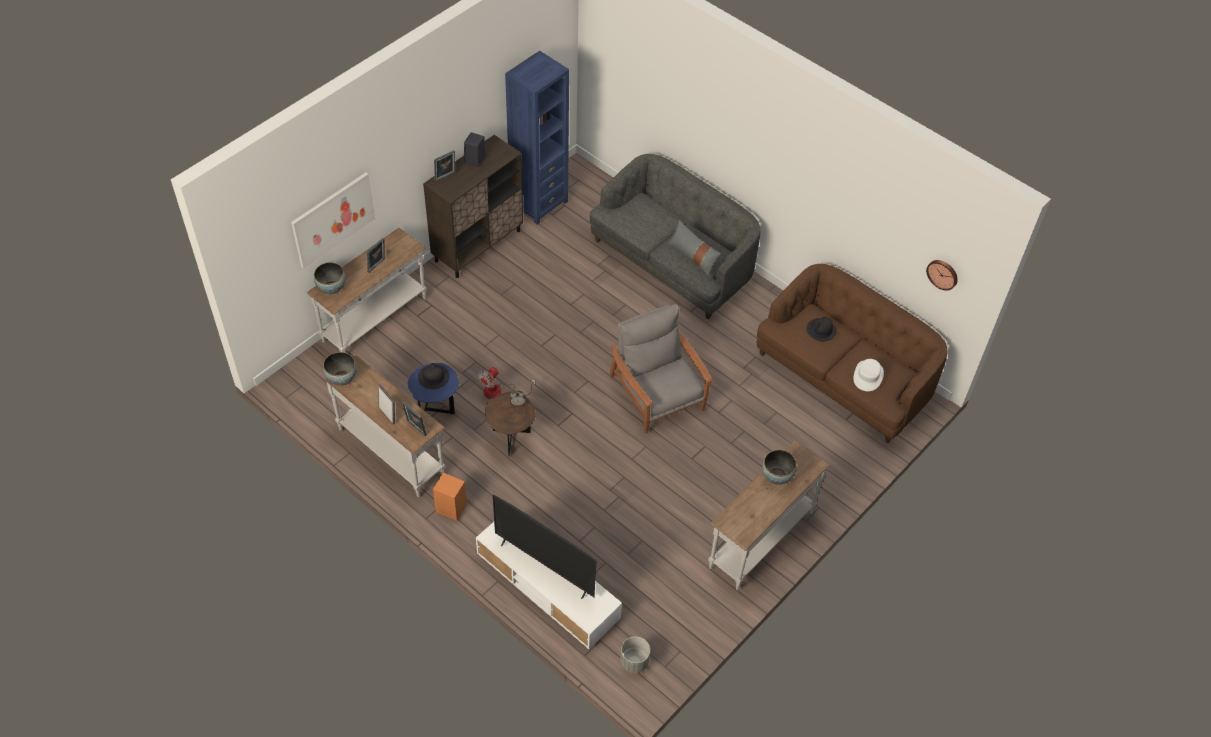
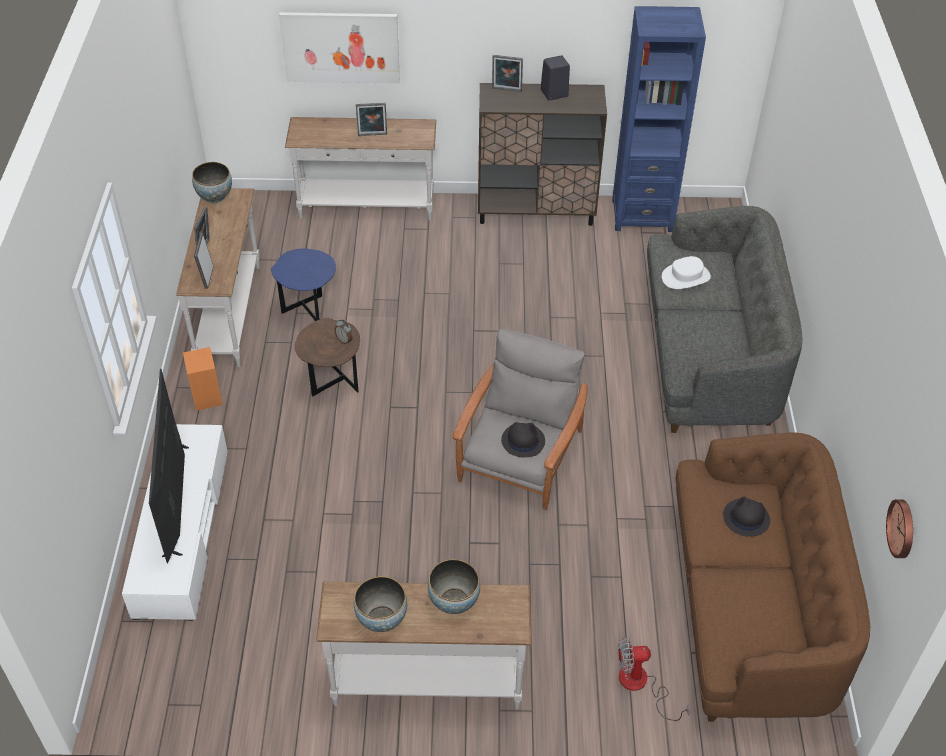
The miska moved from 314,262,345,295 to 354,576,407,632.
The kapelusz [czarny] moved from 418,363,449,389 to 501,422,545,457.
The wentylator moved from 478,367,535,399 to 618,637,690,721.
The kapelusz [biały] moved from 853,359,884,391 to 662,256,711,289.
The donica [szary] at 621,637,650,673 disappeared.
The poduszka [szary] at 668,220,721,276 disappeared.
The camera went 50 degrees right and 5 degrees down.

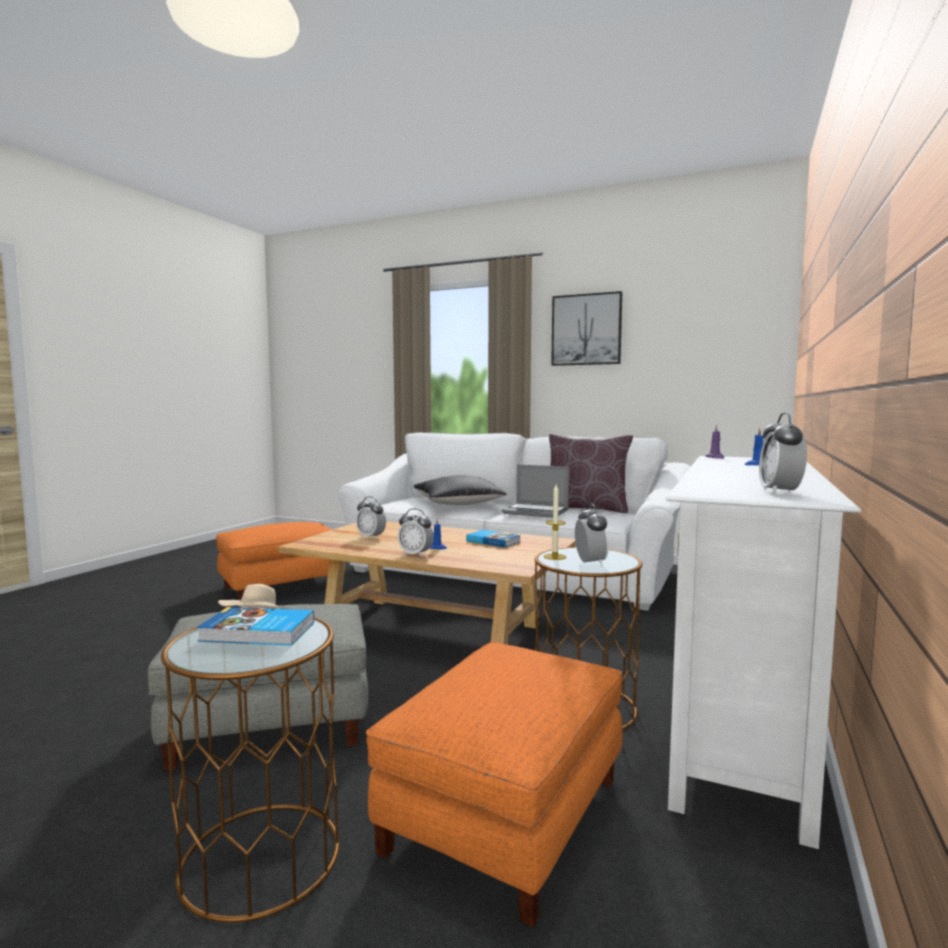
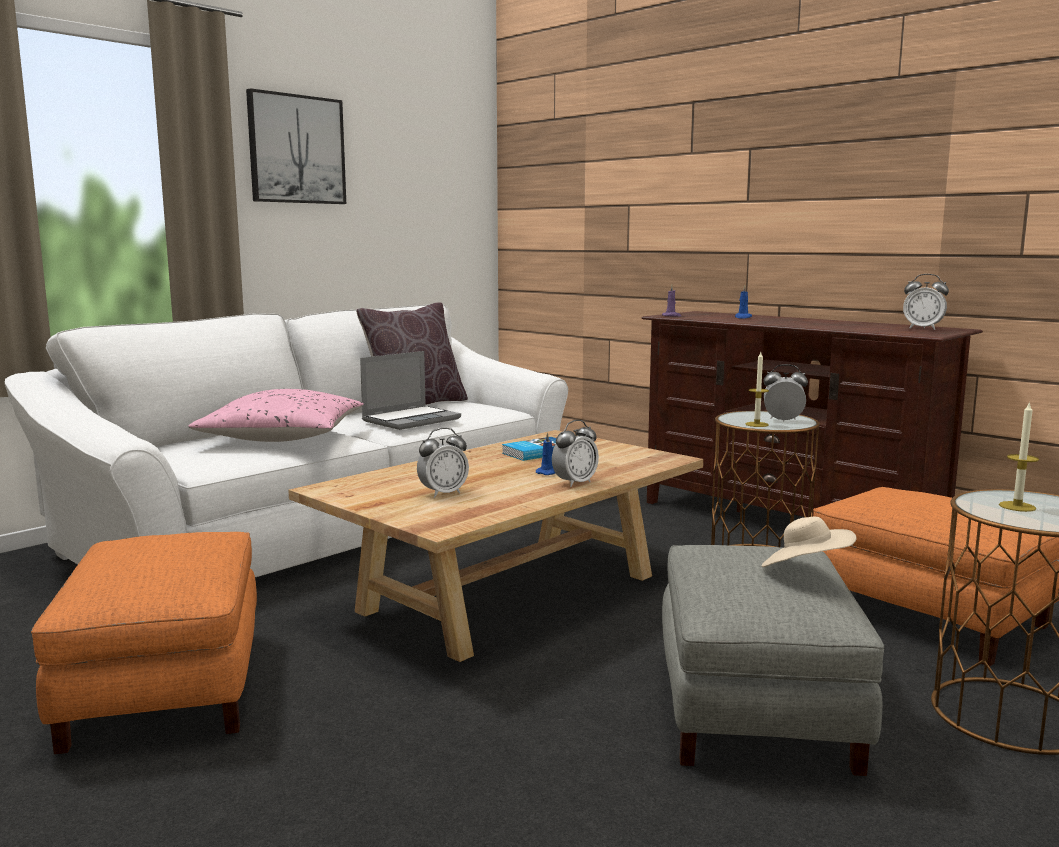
The poduszka [czarny] at 414,475,507,505 became the poduszka [różowy] at 189,389,364,442.
The szafka pod telewizor [biały] at 666,456,861,849 became the szafka pod telewizor [brązowy] at 641,311,983,517.
The książka at 197,607,314,646 was replaced by the świeca at 999,401,1039,512.
The camera went 70 degrees left and 5 degrees up.

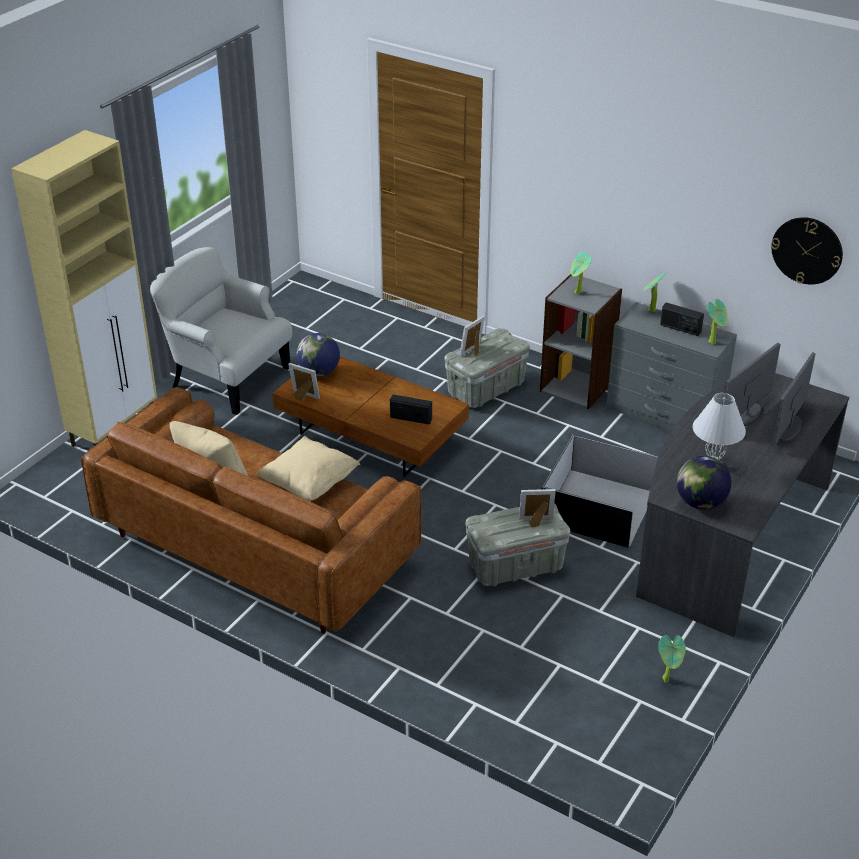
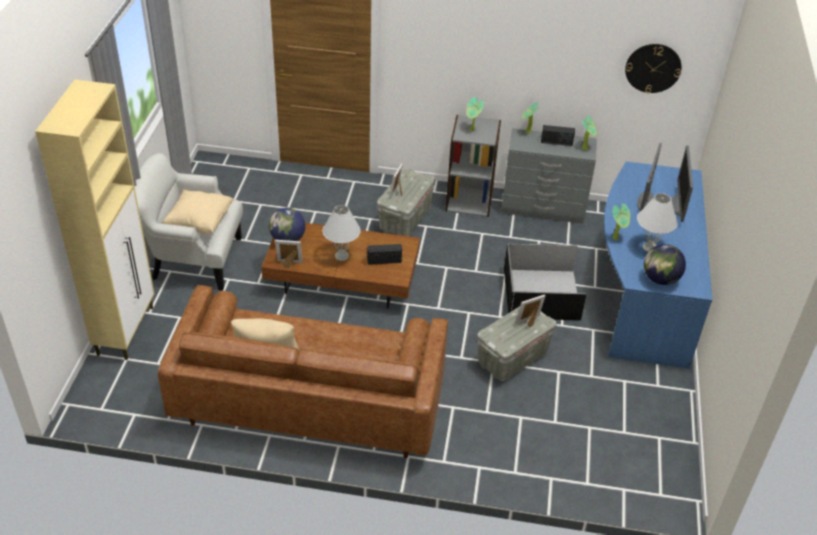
The poduszka [beżowy] moved from 257,436,360,501 to 162,189,234,234.
The lampa stołowa [biały] at 323,205,361,261 appeared.
The biurko [szary] at 636,373,849,637 became the biurko [niebieski] at 604,161,712,369.
The roślina doniczkowa moved from 658,635,686,683 to 612,203,630,241.
The camera went 25 degrees left and 5 degrees up.

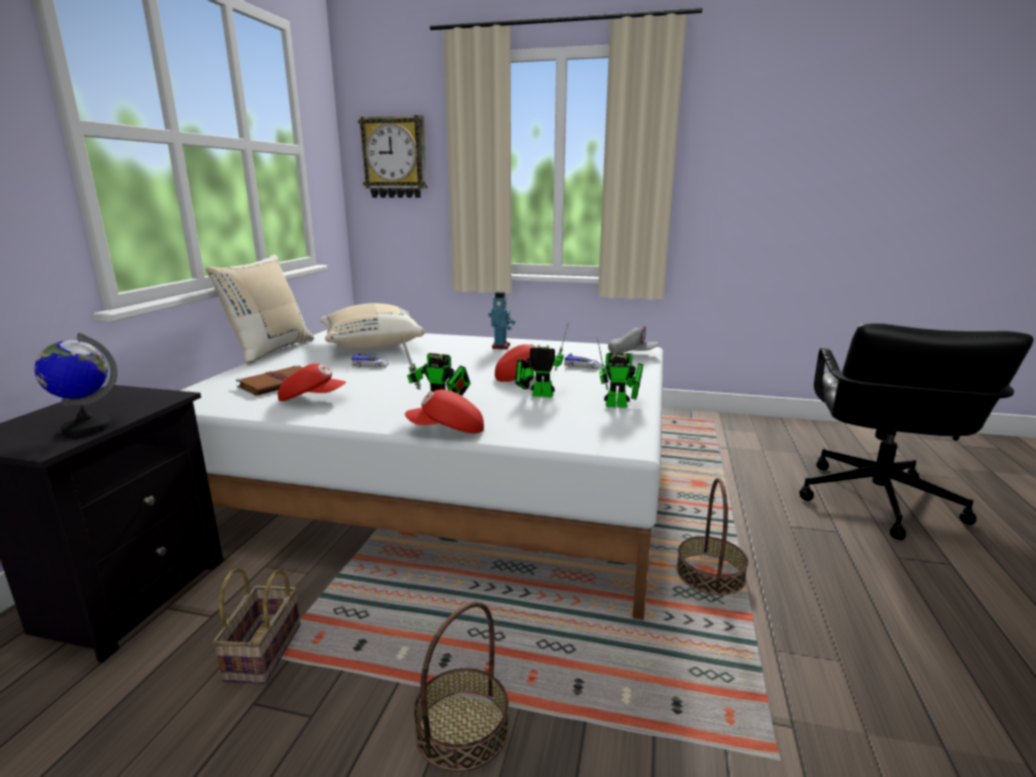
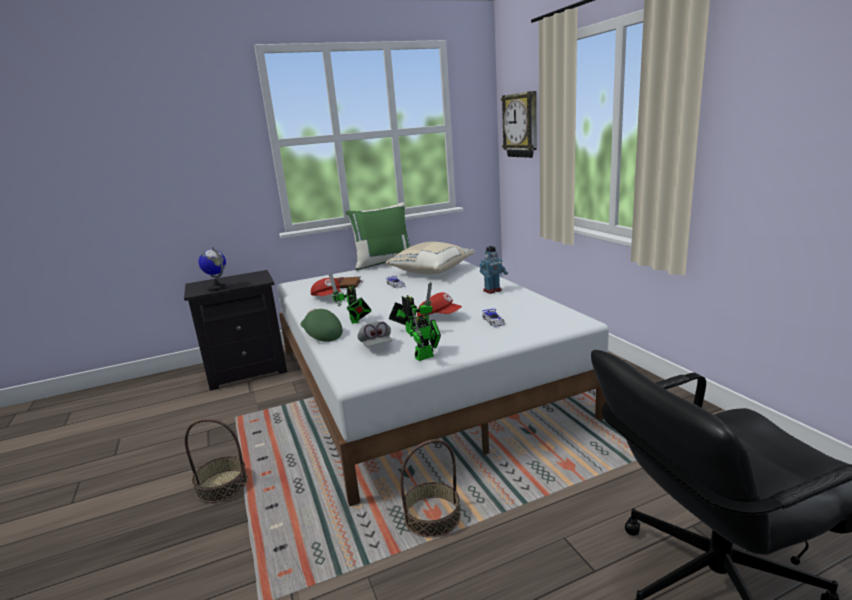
The czapka z daszkiem [czerwony] at 405,389,484,433 became the czapka z daszkiem [zielony] at 300,309,343,342.
The poduszka [beżowy] at 205,255,314,365 became the poduszka [zielony] at 346,202,411,270.
The czapka z daszkiem [szary] moved from 608,326,659,353 to 357,321,392,346.
The robot zabawkowy at 597,338,644,408 turned 90 degrees counterclockwise.
The koszyk at 212,568,301,684 disappeared.
The camera went 55 degrees right and 0 degrees up.

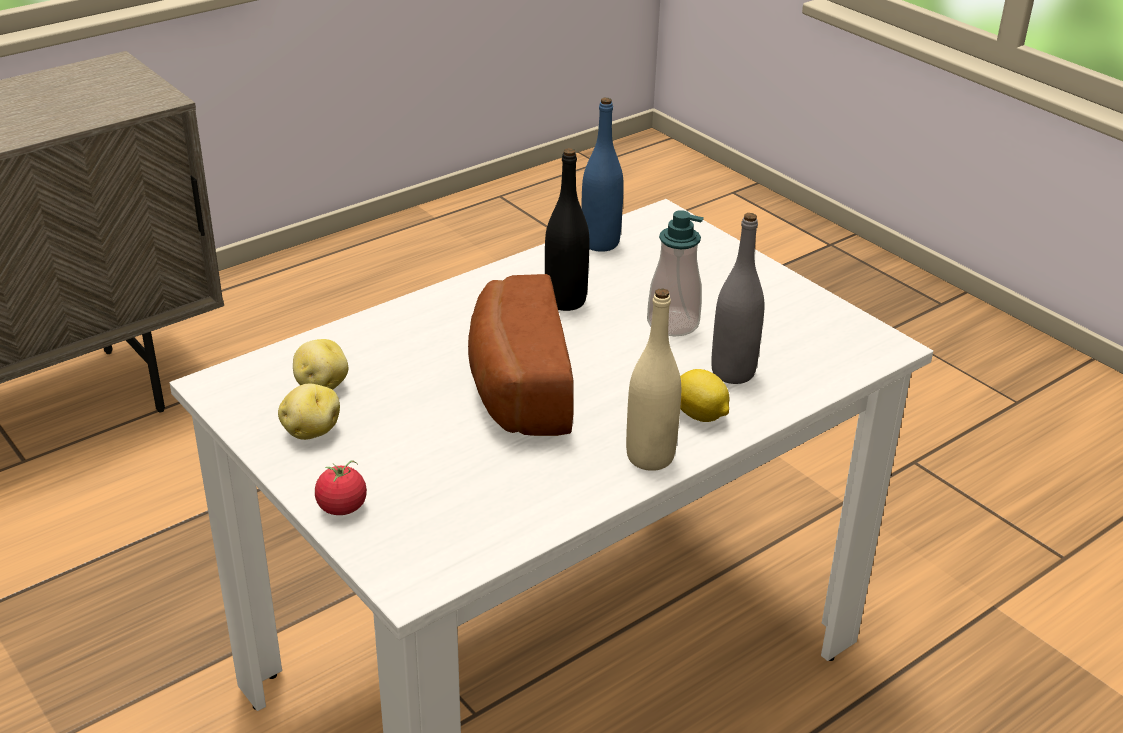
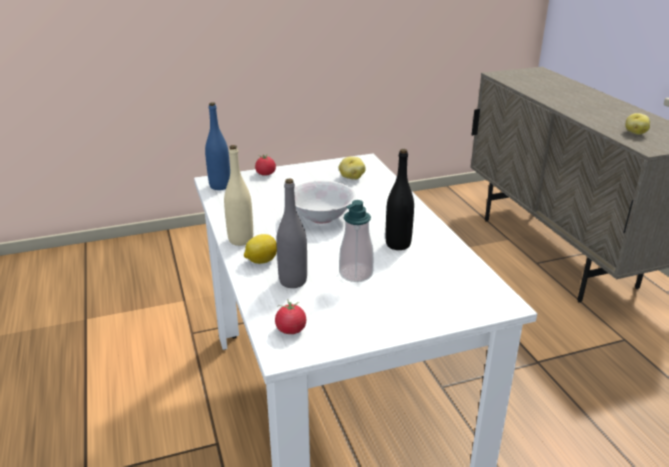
The butelka [niebieski] moved from 581,97,624,252 to 205,102,230,190.
The pomidor at 275,299,306,334 appeared.
The chleb at 468,274,574,436 was replaced by the miska [biały] at 294,181,356,223.
The ziemniak moved from 278,384,340,440 to 625,113,650,135.
The camera went 110 degrees right and 5 degrees down.

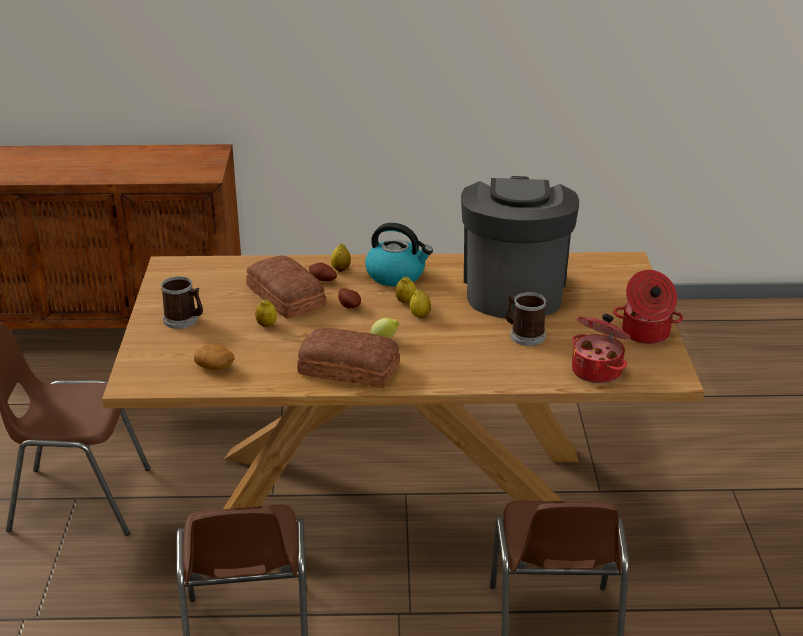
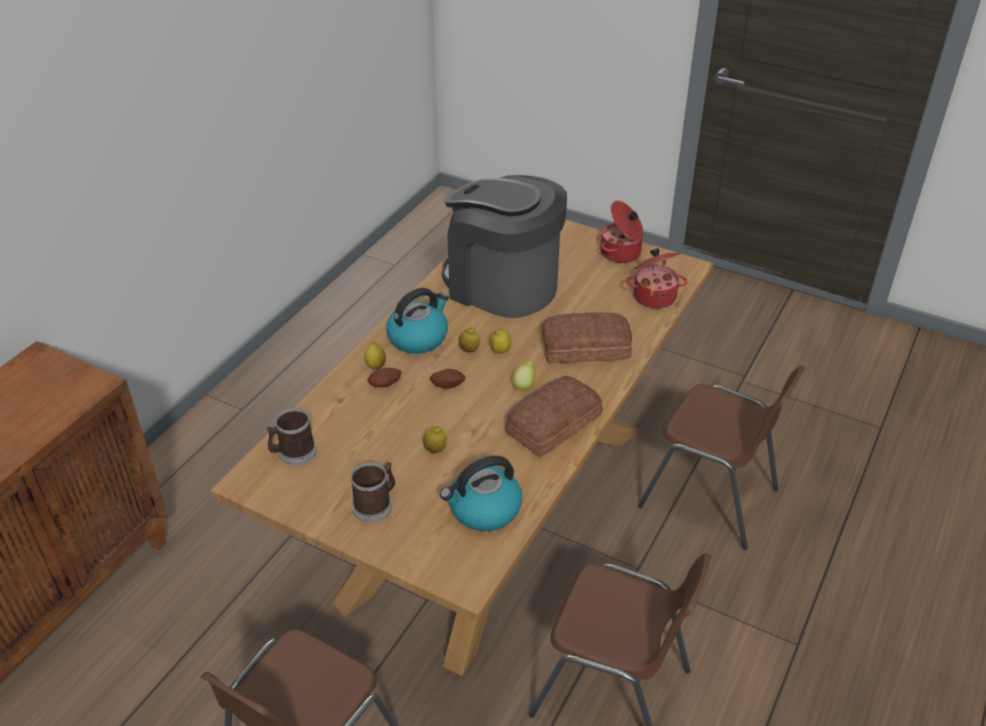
The kubek moved from 506,292,546,346 to 266,408,316,465.
The ziemniak at 194,344,234,370 was replaced by the czajnik at 440,456,522,531.
The chleb moved from 246,255,327,319 to 542,312,632,363.
The camera went 60 degrees left and 10 degrees up.

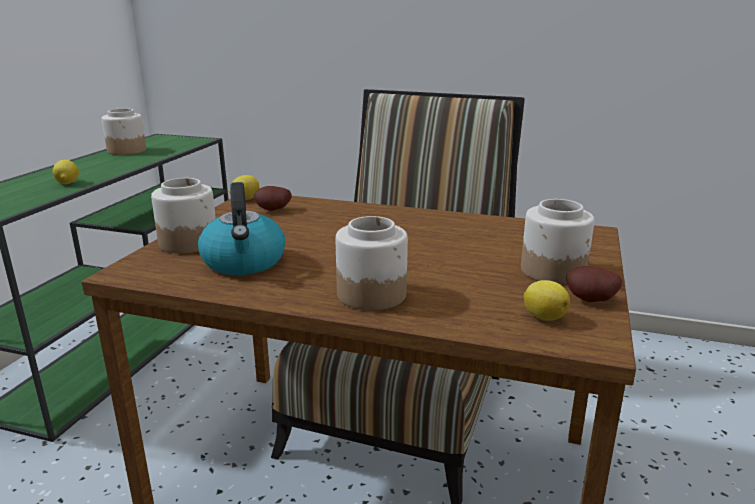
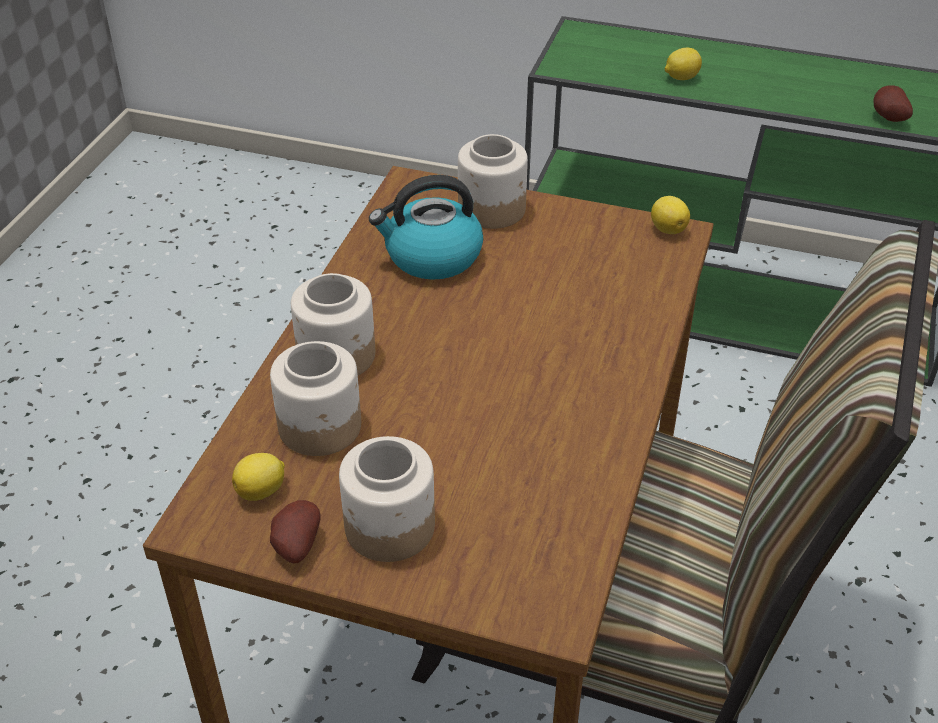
The słoik moved from 102,108,146,155 to 270,341,361,456.
The ziemniak moved from 254,186,292,211 to 873,85,913,122.
The camera went 90 degrees right and 20 degrees up.

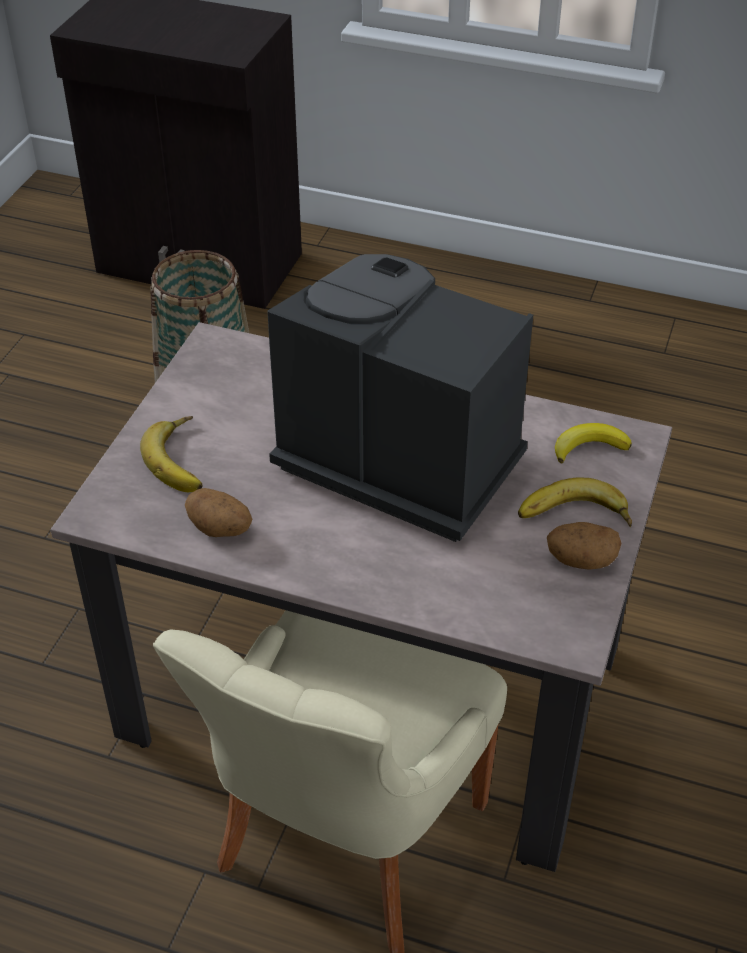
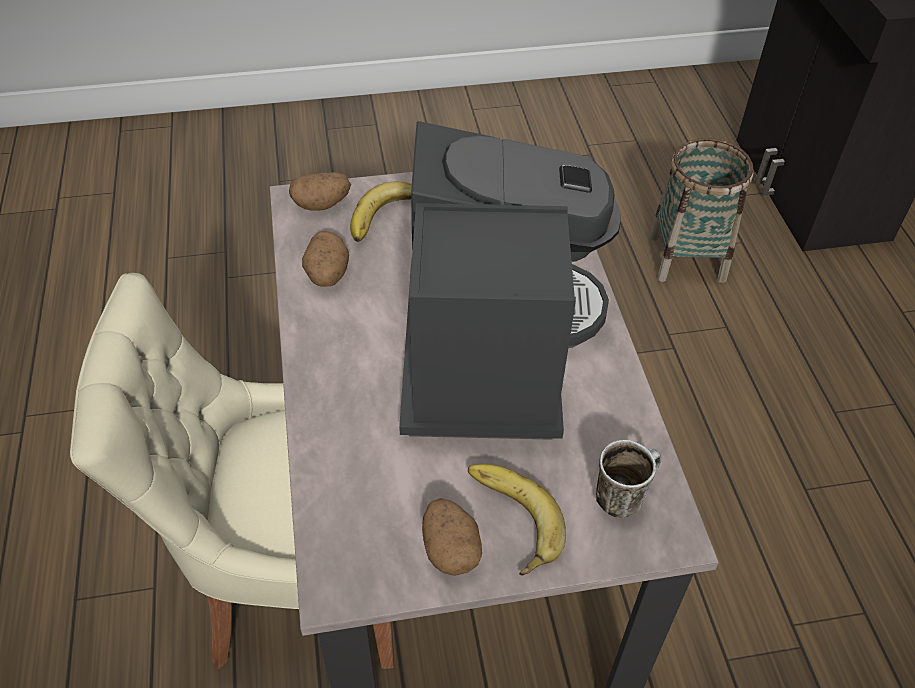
The ziemniak at 289,172,351,211 appeared.
The banan at 555,423,632,464 was replaced by the kubek at 596,440,661,517.
The camera went 60 degrees right and 5 degrees up.

